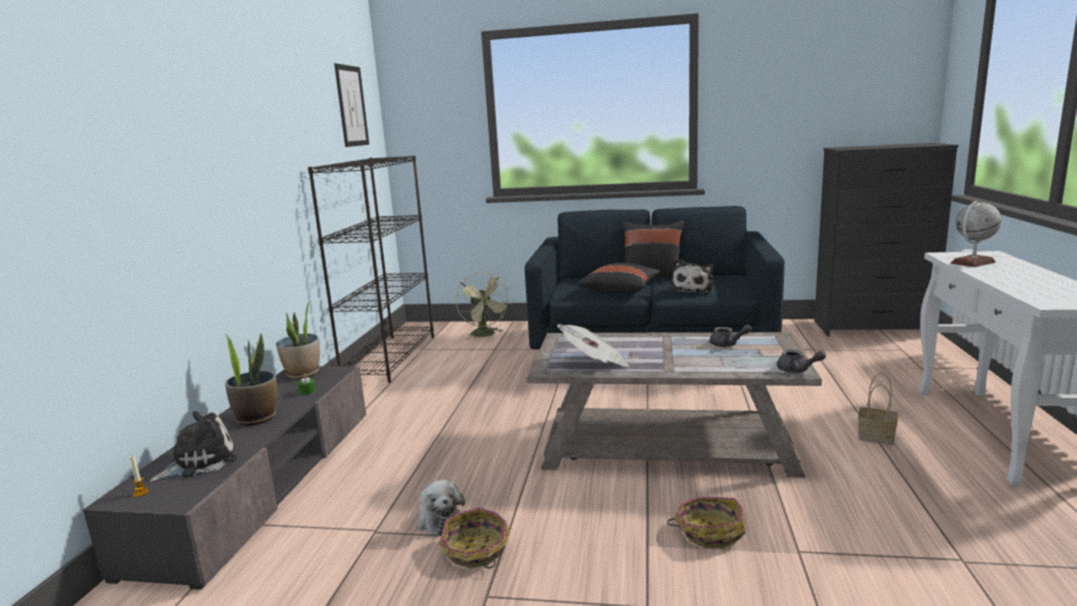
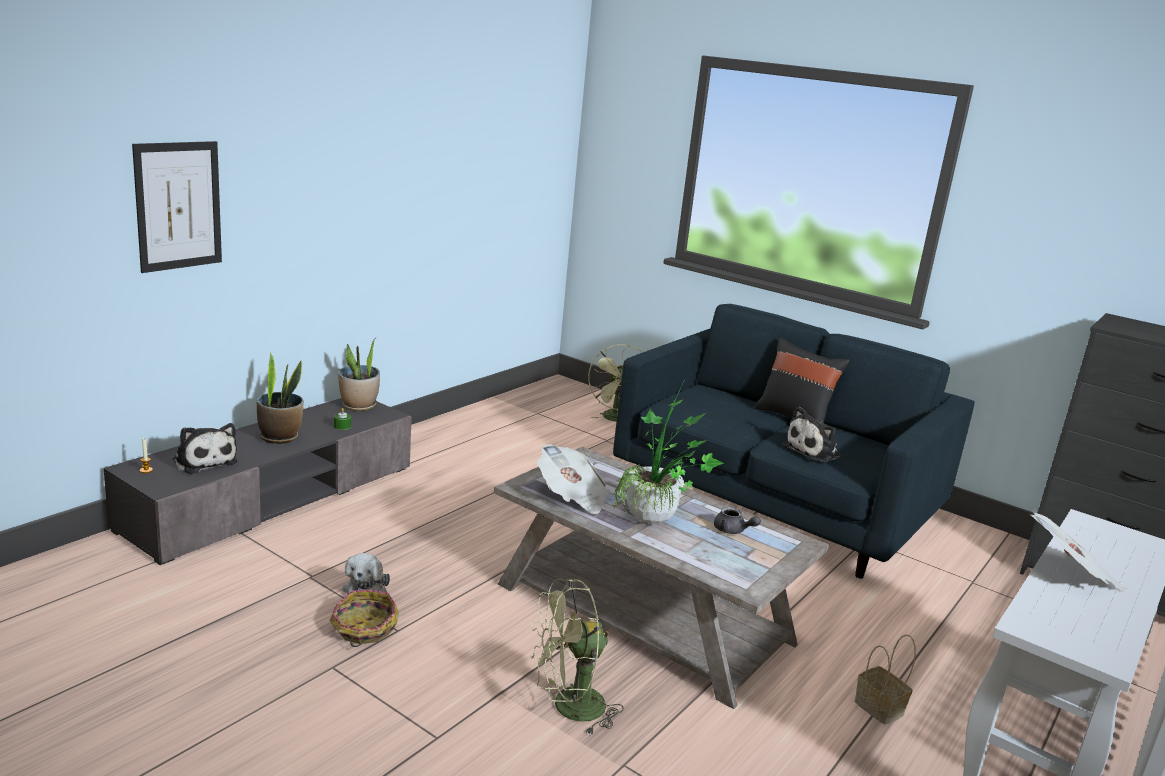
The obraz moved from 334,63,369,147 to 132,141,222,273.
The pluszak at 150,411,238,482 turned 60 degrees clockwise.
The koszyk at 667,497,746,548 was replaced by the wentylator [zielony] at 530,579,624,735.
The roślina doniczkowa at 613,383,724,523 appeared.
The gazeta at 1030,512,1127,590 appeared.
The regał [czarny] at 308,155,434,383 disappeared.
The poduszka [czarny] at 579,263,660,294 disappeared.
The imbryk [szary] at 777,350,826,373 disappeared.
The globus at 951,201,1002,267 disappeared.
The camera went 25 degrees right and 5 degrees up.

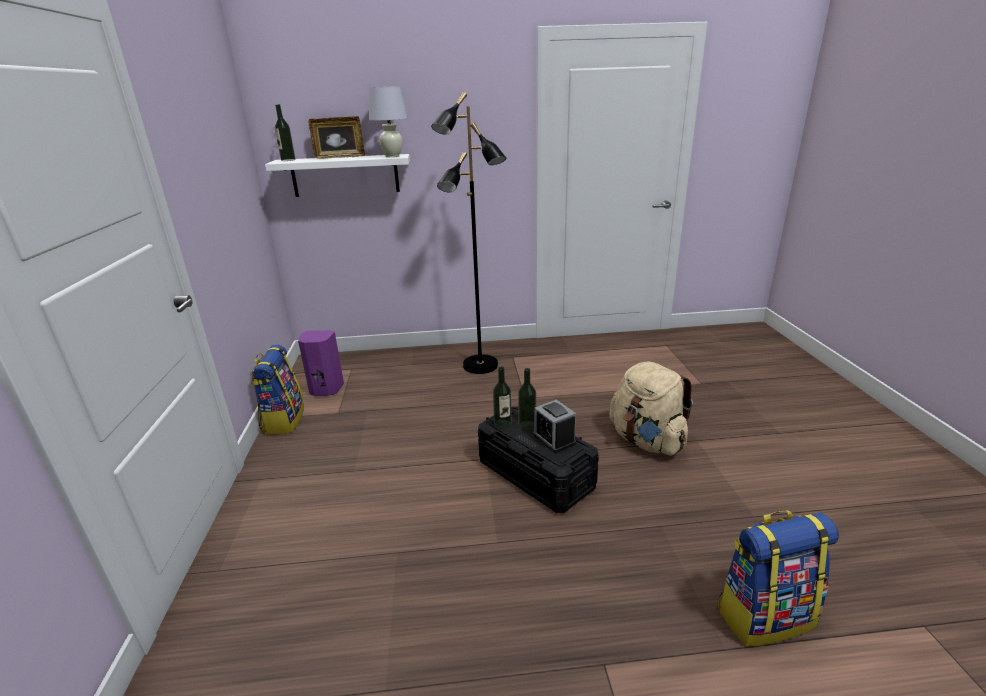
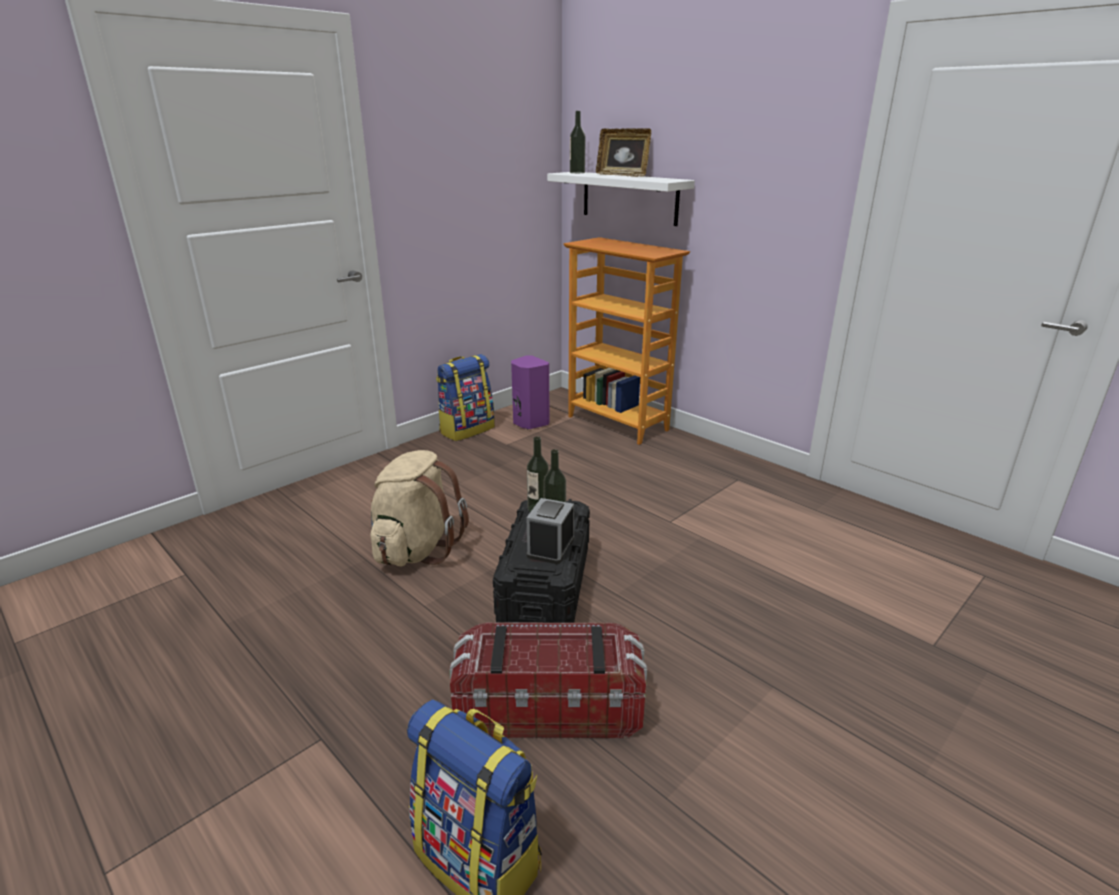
The plecak [beżowy] moved from 609,362,693,456 to 370,450,469,566.
The pojemnik do przechowywania at 449,622,647,738 appeared.
The regał at 563,237,690,445 appeared.
The lampa stołowa [biały] at 369,86,408,157 disappeared.
The lampa stojąca [czarny] at 431,92,506,374 disappeared.
The camera went 50 degrees right and 0 degrees up.

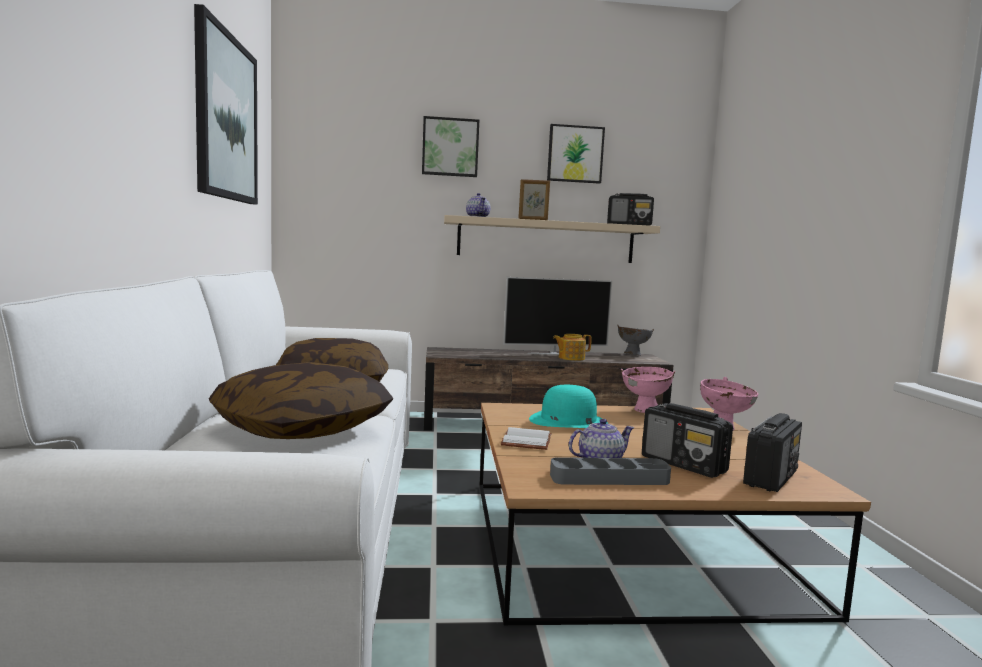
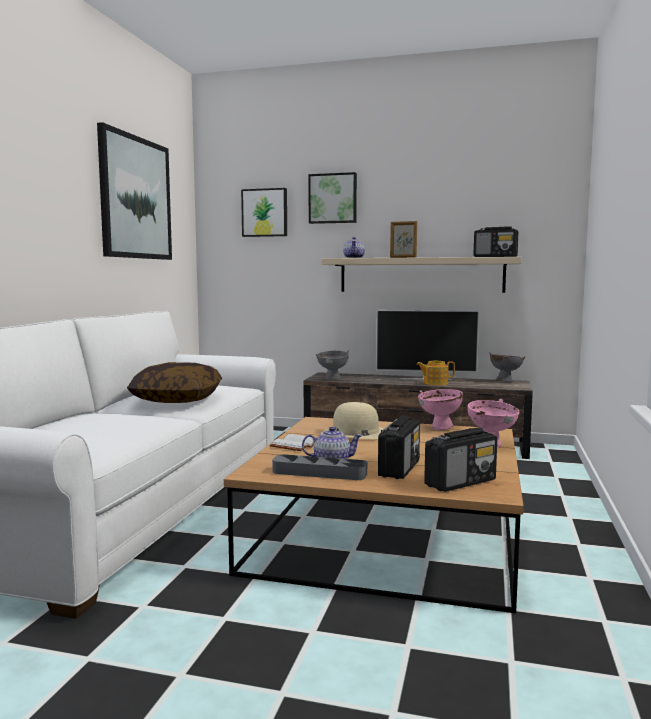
The obraz moved from 547,124,605,184 to 241,188,287,237.
The miska [szary] at 316,351,349,380 appeared.
The kapelusz [turkusowy] at 529,385,608,428 became the kapelusz [beżowy] at 323,402,384,439.
The radio at 642,403,733,478 turned 135 degrees counterclockwise.
The poduszka at 209,362,393,439 disappeared.
The camera went 20 degrees right and 0 degrees up.

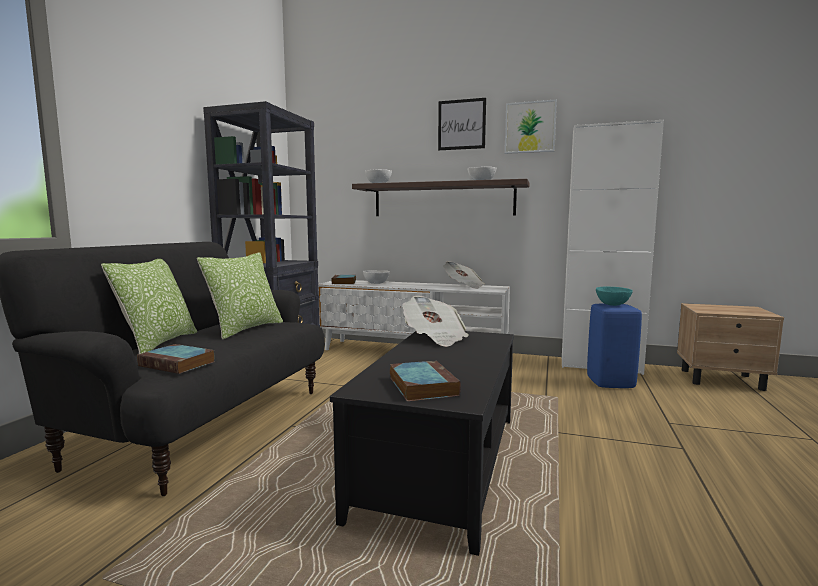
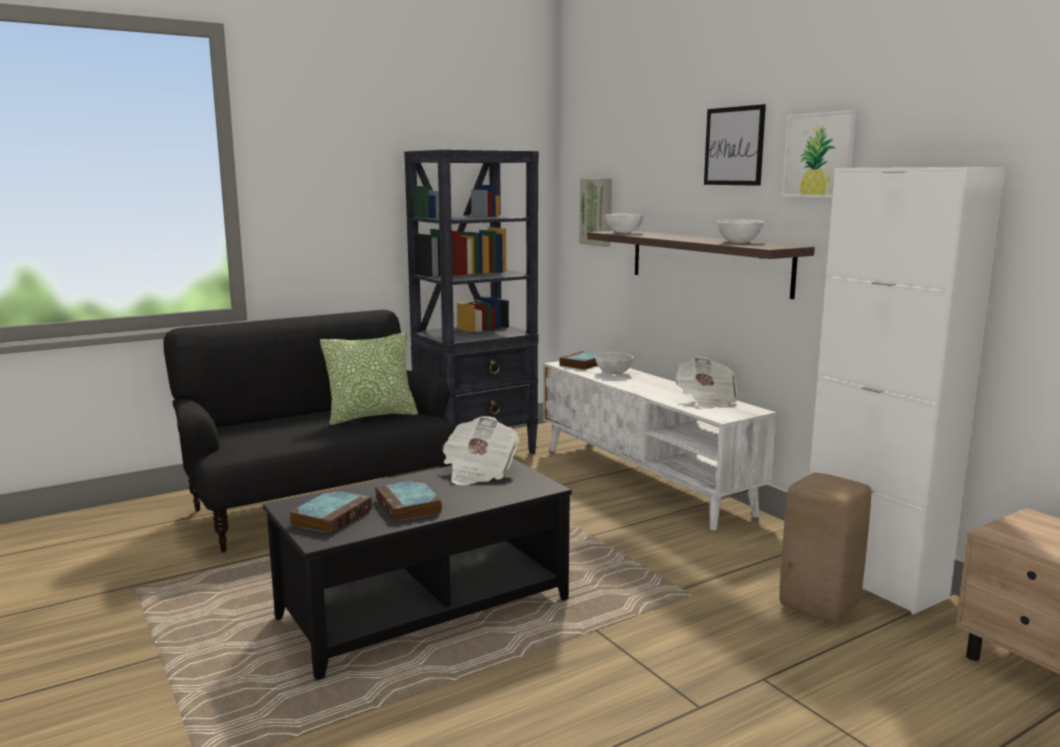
The książka moved from 137,344,215,374 to 375,479,442,522.
The obraz at 579,179,612,247 appeared.
The stołek [niebieski] at 587,304,642,388 became the stołek [beżowy] at 780,472,871,623.
The poduszka at 101,259,197,354 disappeared.
The miska [turkusowy] at 596,286,633,306 disappeared.
The camera went 40 degrees right and 5 degrees up.

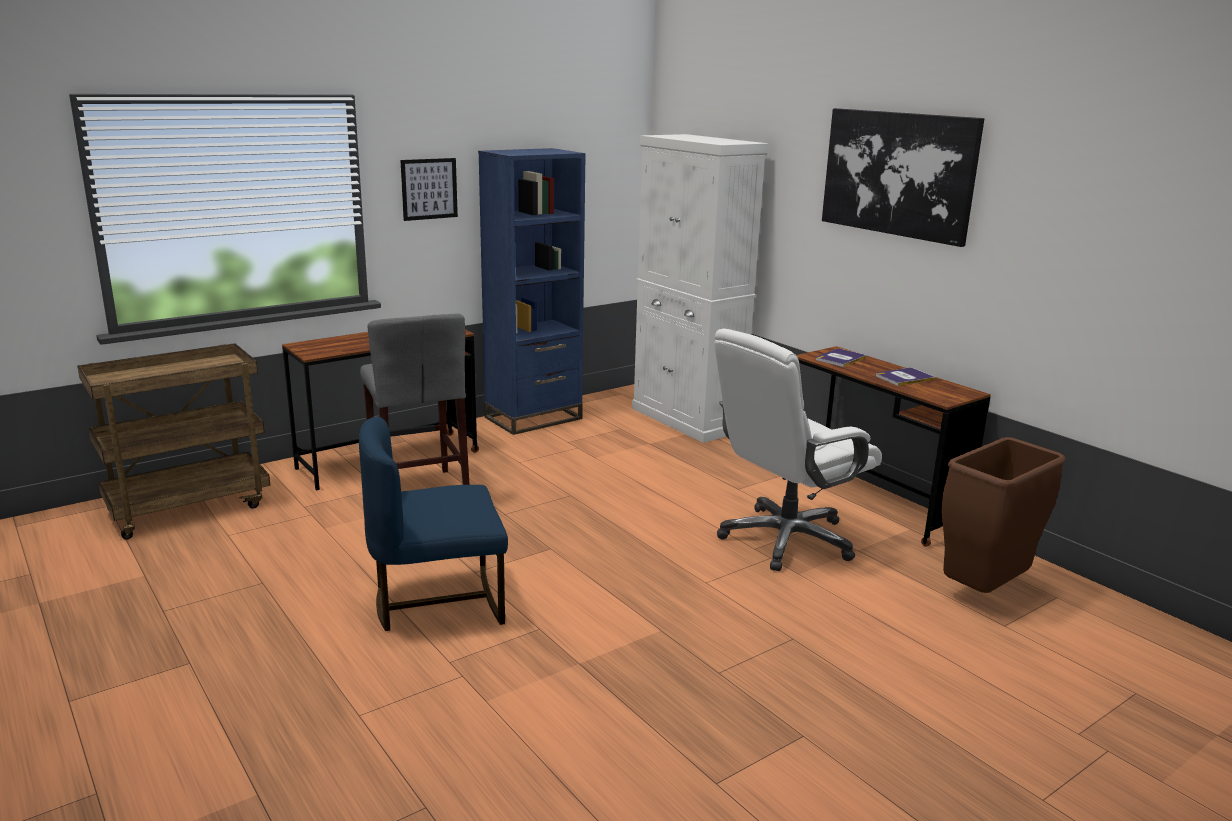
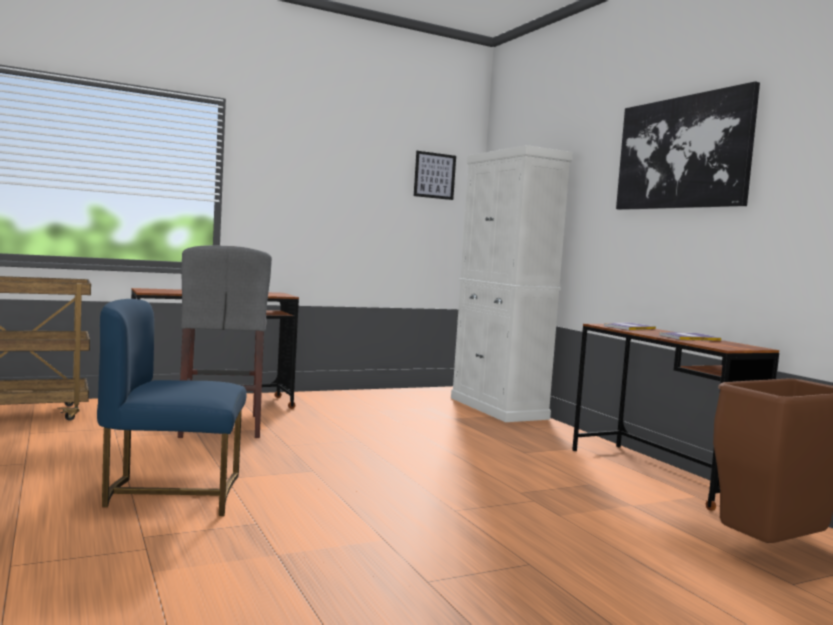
The obraz moved from 400,158,458,221 to 414,151,456,200.
The regał [niebieski] at 478,148,586,435 disappeared.
The krzesło biurowe [biały] at 714,329,882,571 disappeared.
The camera went 10 degrees right and 15 degrees down.

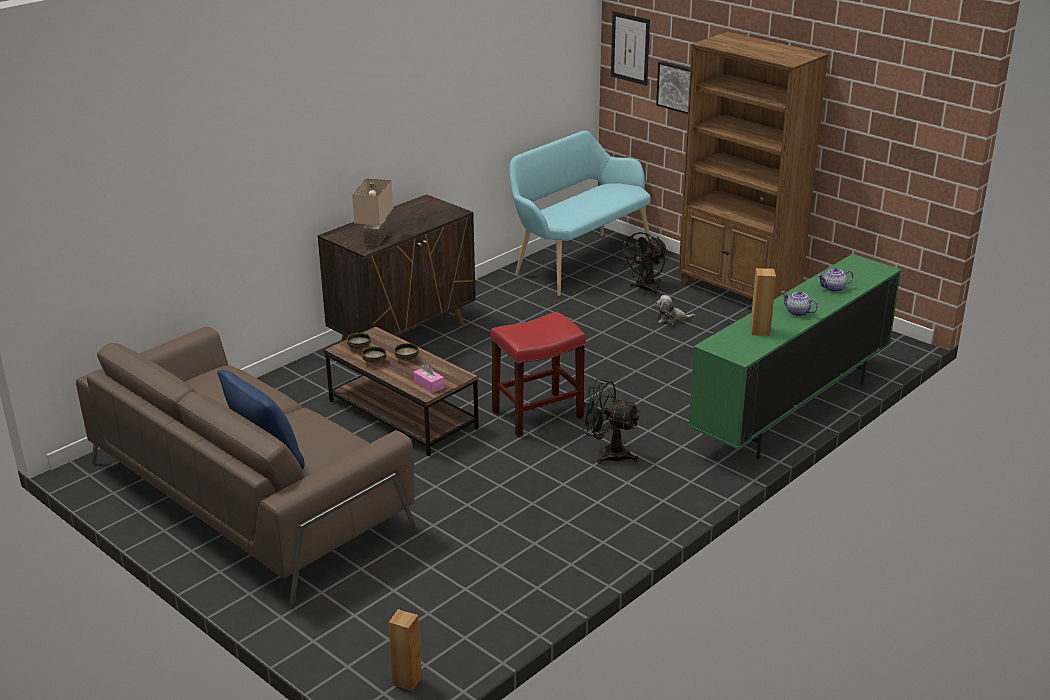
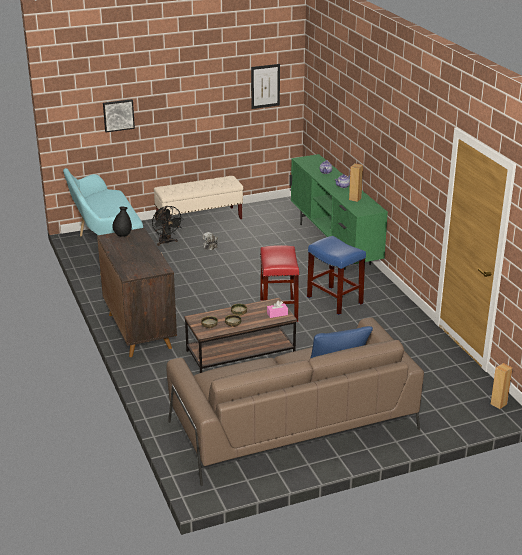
The wazon [czarny] at 112,207,132,237 appeared.
The regał [brązowy] at 679,32,828,299 was replaced by the ławka [beżowy] at 154,176,243,219.
The obraz moved from 611,11,650,86 to 251,64,280,109.
The wentylator [czarny] at 581,379,639,464 was replaced by the stołek [niebieski] at 307,236,366,315.
The lampa stołowa [beżowy] at 352,178,393,245 disappeared.
The camera went 65 degrees left and 0 degrees up.

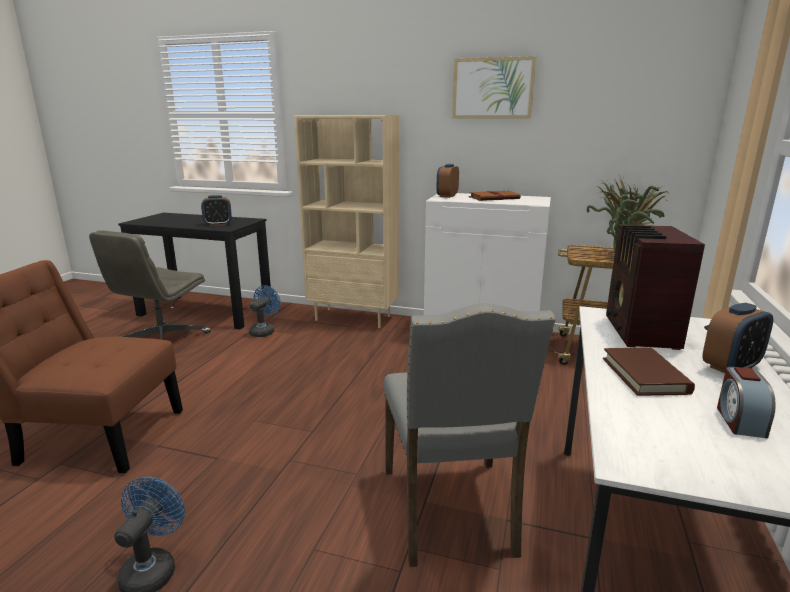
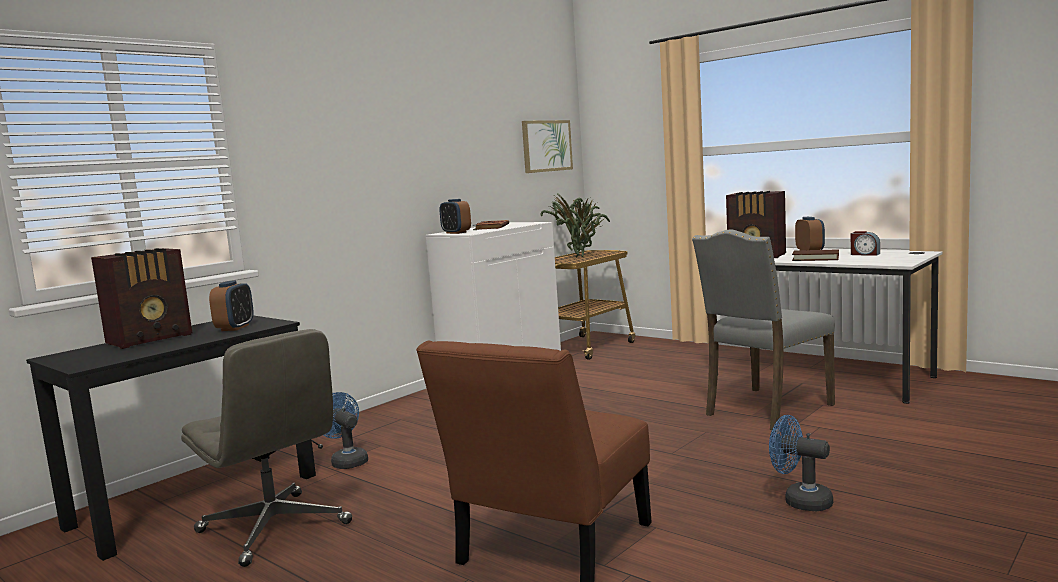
The radio at 91,248,192,349 appeared.
The obraz moved from 452,56,536,119 to 522,120,573,173.
The krzesło [szary] at 384,303,555,567 turned 120 degrees clockwise.
The regał [beżowy] at 294,115,399,328 disappeared.
The camera went 65 degrees left and 10 degrees down.

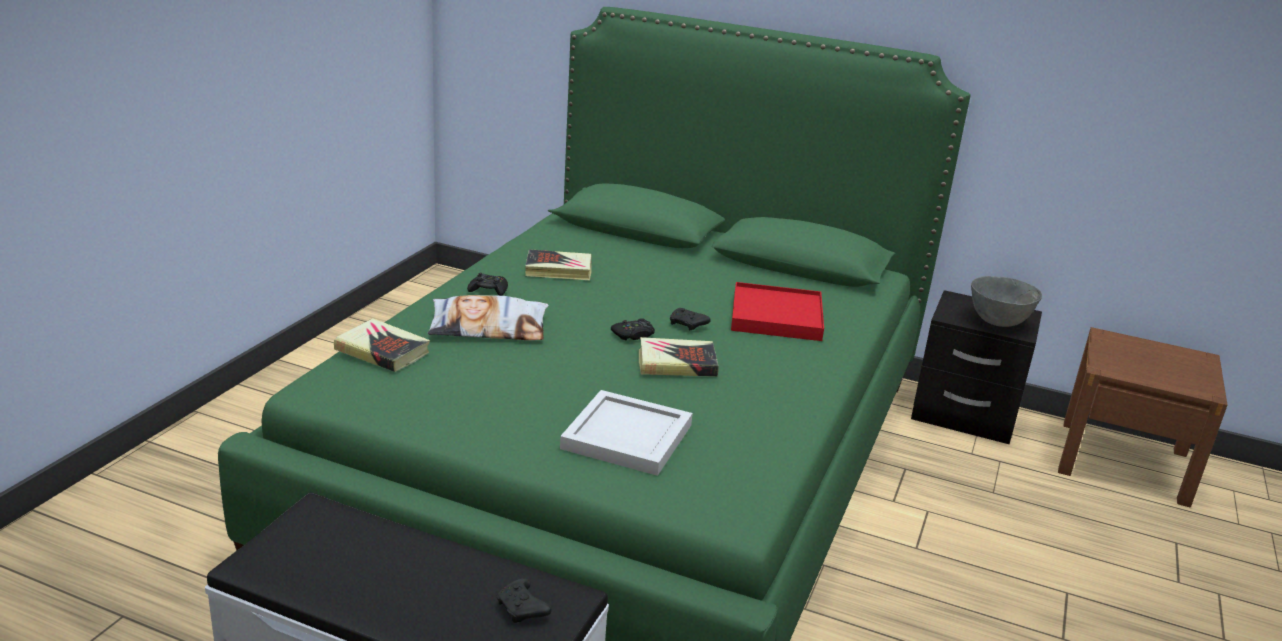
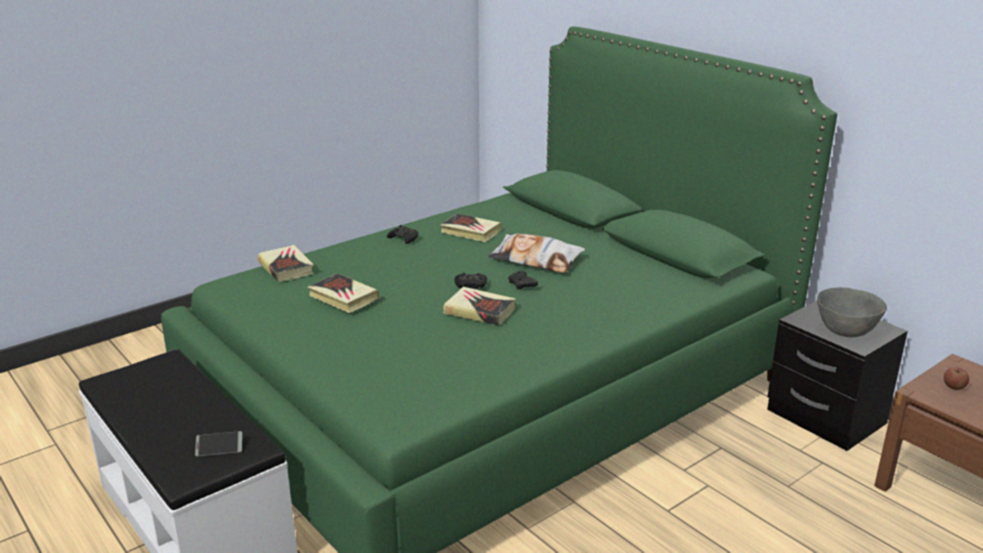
The pad do gier [czarny] at 497,578,552,623 was replaced by the telefon at 195,431,242,457.
The książka at 307,273,379,313 appeared.
The poduszka moved from 428,295,549,340 to 488,234,585,273.
The jabłko at 944,367,969,390 appeared.
The taca [biały] at 560,390,693,476 disappeared.
The taca [czerwony] at 731,282,824,341 disappeared.
The camera went 30 degrees right and 0 degrees up.

